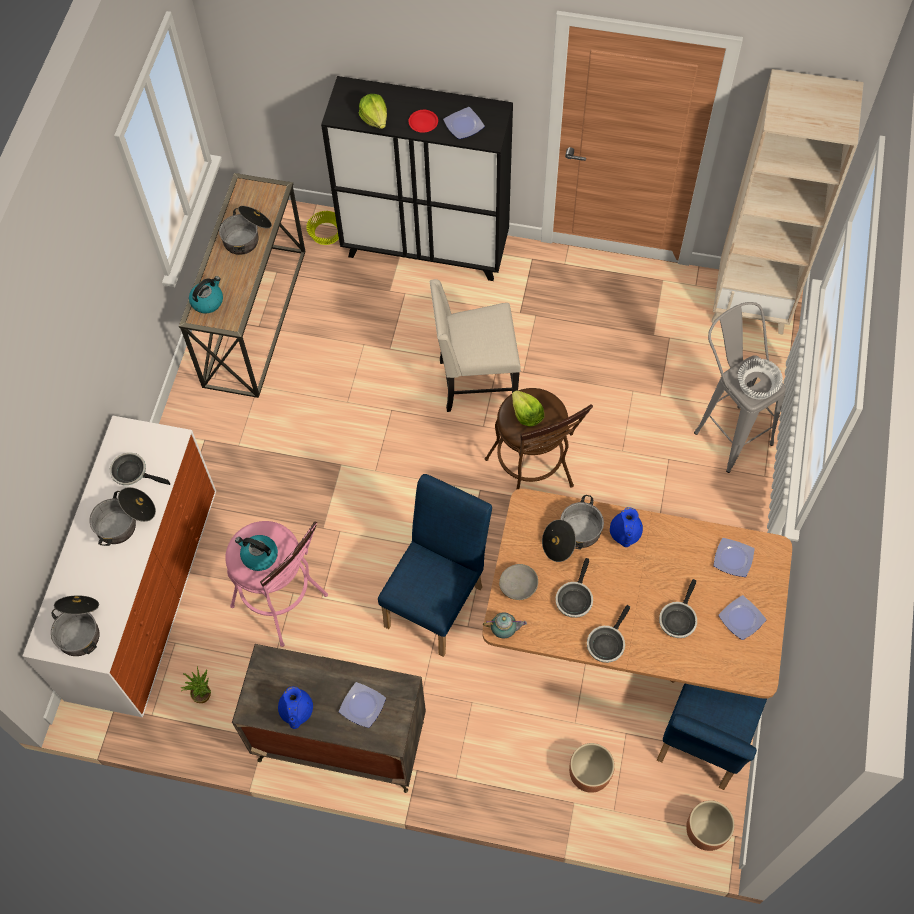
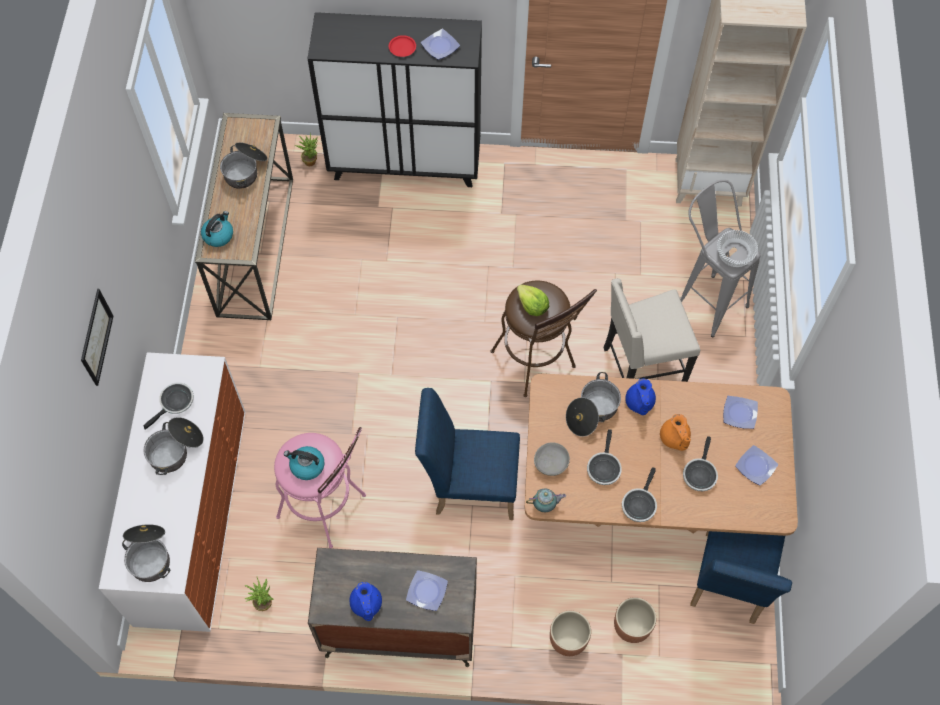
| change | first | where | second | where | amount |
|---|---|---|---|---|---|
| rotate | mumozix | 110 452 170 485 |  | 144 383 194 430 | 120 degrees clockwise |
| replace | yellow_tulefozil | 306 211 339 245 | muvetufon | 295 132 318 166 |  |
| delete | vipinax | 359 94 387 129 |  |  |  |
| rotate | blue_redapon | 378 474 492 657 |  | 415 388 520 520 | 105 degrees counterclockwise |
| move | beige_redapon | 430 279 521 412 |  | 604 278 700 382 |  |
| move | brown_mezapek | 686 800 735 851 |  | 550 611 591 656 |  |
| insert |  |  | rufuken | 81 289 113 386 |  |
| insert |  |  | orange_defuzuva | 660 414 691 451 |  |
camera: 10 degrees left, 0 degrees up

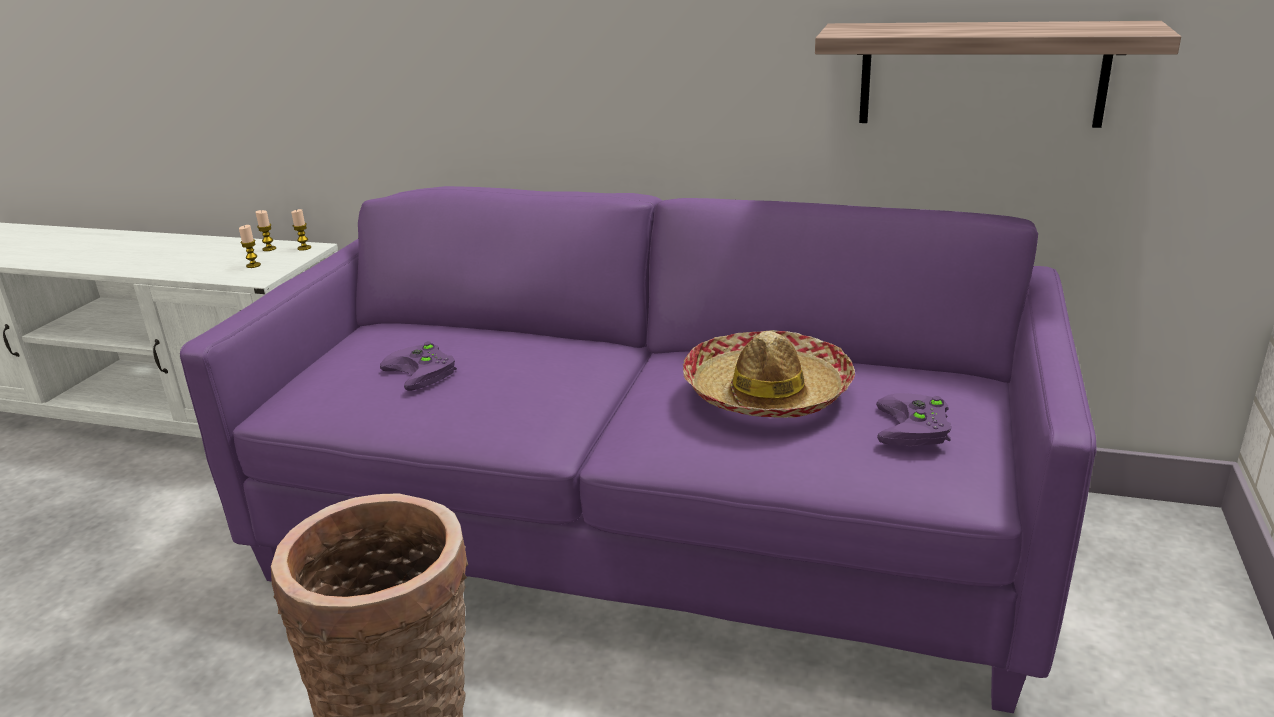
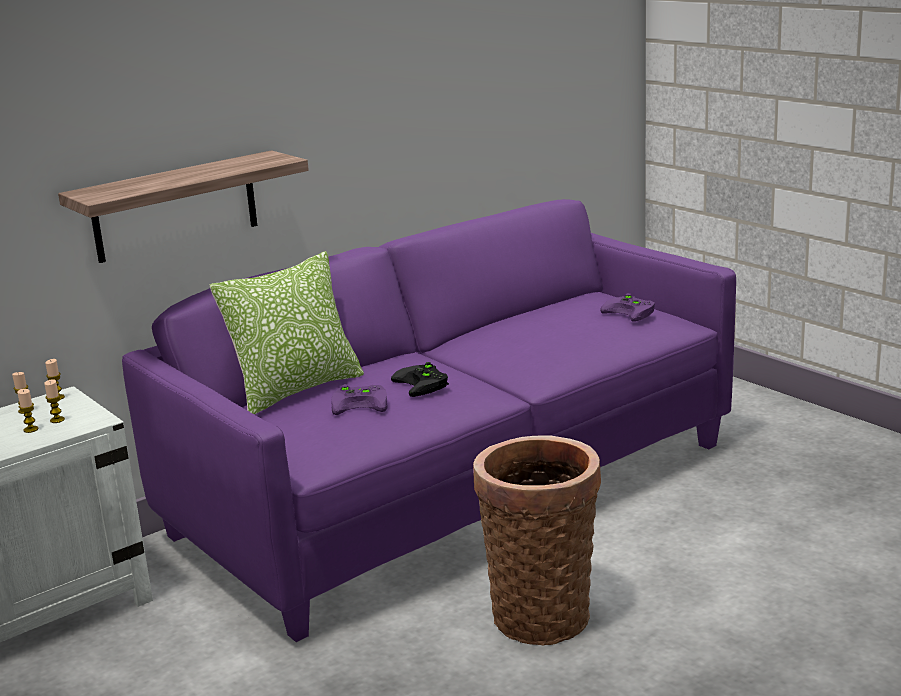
| change | first | where | second | where | amount |
|---|---|---|---|---|---|
| delete | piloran | 682 330 855 418 |  |  |  |
| move | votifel | 815 21 1181 128 |  | 58 150 309 263 |  |
| insert |  |  | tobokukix | 17 389 39 433 |  |
| insert |  |  | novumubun | 210 251 364 415 |  |
| insert |  |  | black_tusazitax | 391 362 449 397 |  |
camera: 55 degrees left, 5 degrees down

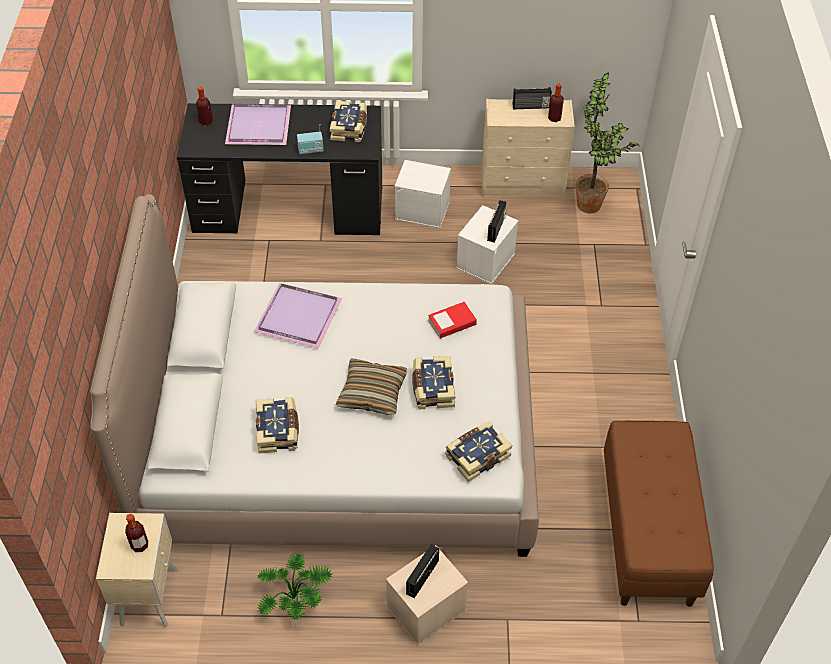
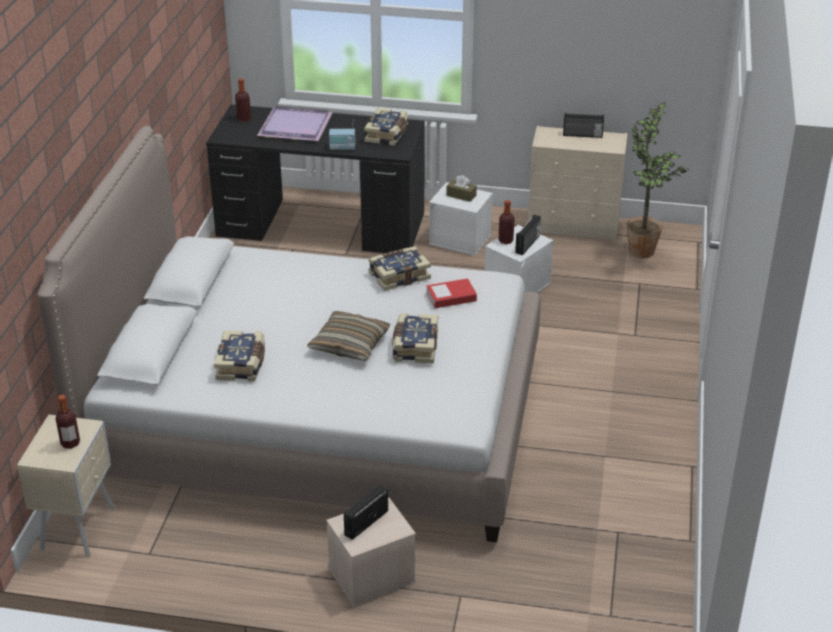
| change | first | where | second | where | amount |
|---|---|---|---|---|---|
| delete | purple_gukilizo | 254 283 342 349 |  |  |  |
| delete | muvetufon | 257 553 333 621 |  |  |  |
| move | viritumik | 445 421 512 482 |  | 369 246 431 291 |  |
| move | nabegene | 548 84 564 122 |  | 499 200 515 244 |  |
| delete | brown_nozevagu | 604 420 714 607 |  |  |  |
| insert |  |  | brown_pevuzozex | 447 175 477 202 |  |
camera: 10 degrees right, 15 degrees down

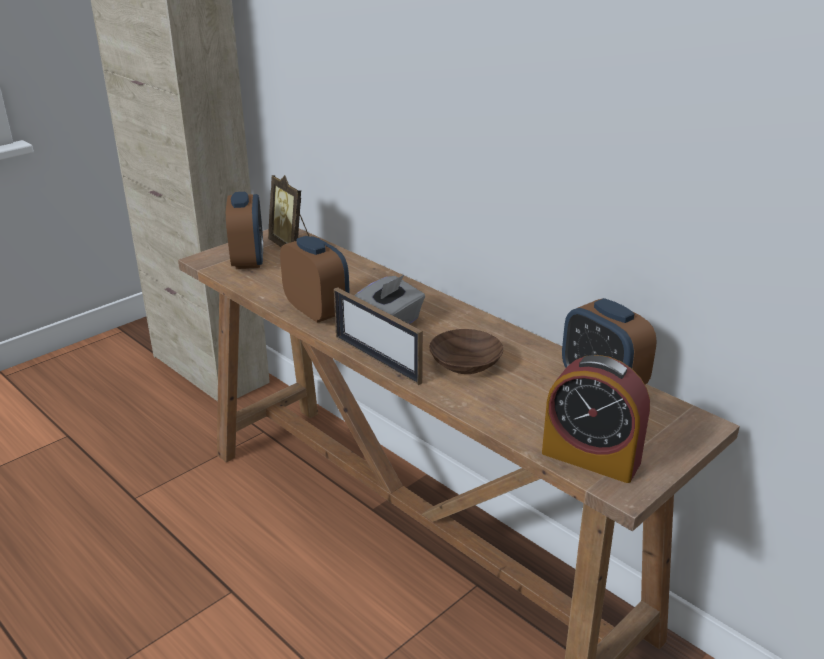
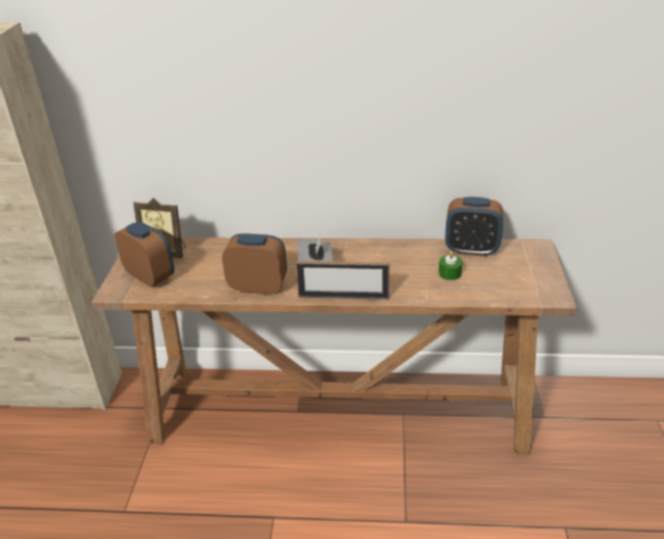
| change | first | where | second | where | amount |
|---|---|---|---|---|---|
| delete | brown_tulefozil | 429 329 503 374 |  |  |  |
| delete | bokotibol | 542 355 650 483 |  |  |  |
| insert |  |  | green_tobokukix | 439 251 462 280 |  |
camera: 40 degrees left, 5 degrees up

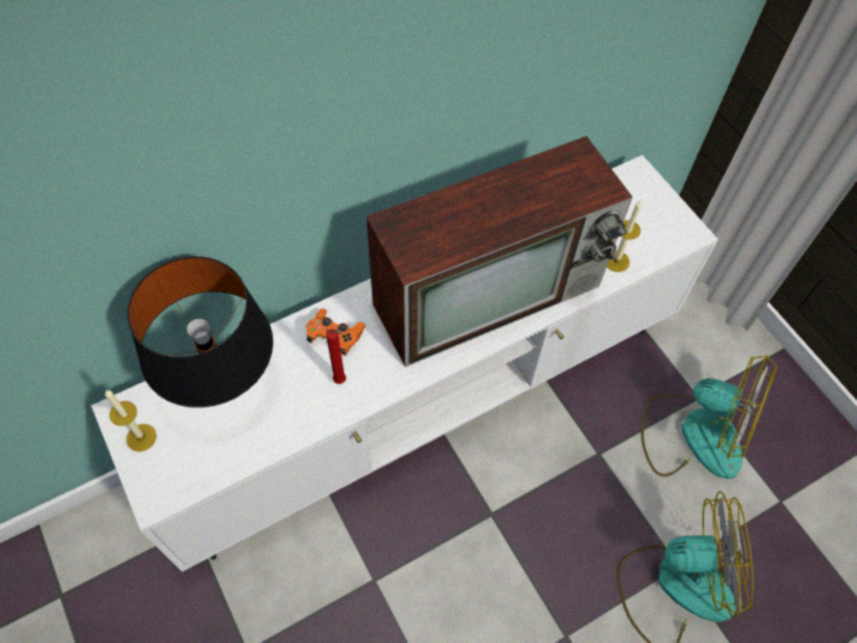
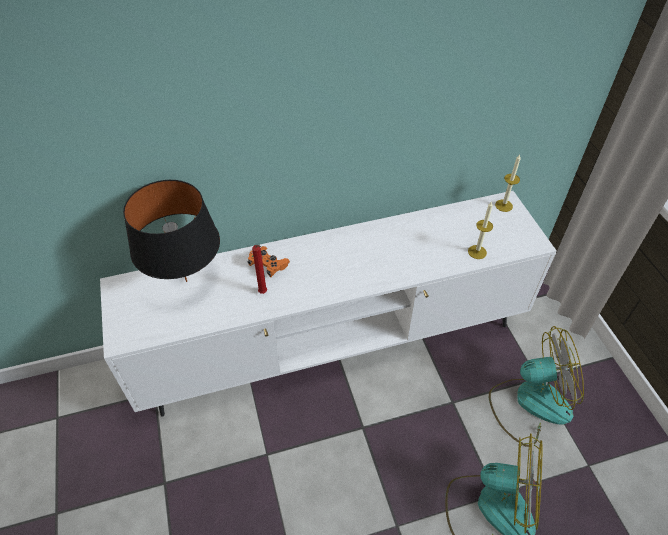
| change | first | where | second | where | amount |
|---|---|---|---|---|---|
| move | tobokukix | 105 390 156 452 |  | 495 155 521 212 |  |
| delete | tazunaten | 366 136 632 367 |  |  |  |
| rotate | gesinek | 641 355 778 479 |  | 489 326 584 447 | 45 degrees counterclockwise |
camera: 15 degrees right, 10 degrees down

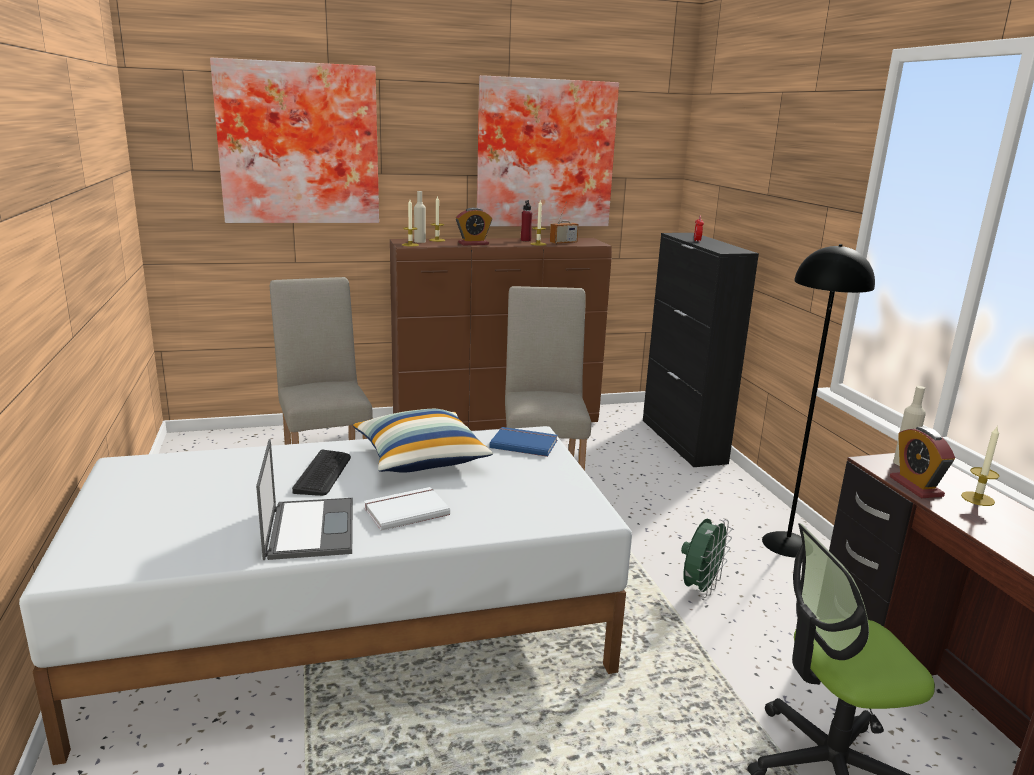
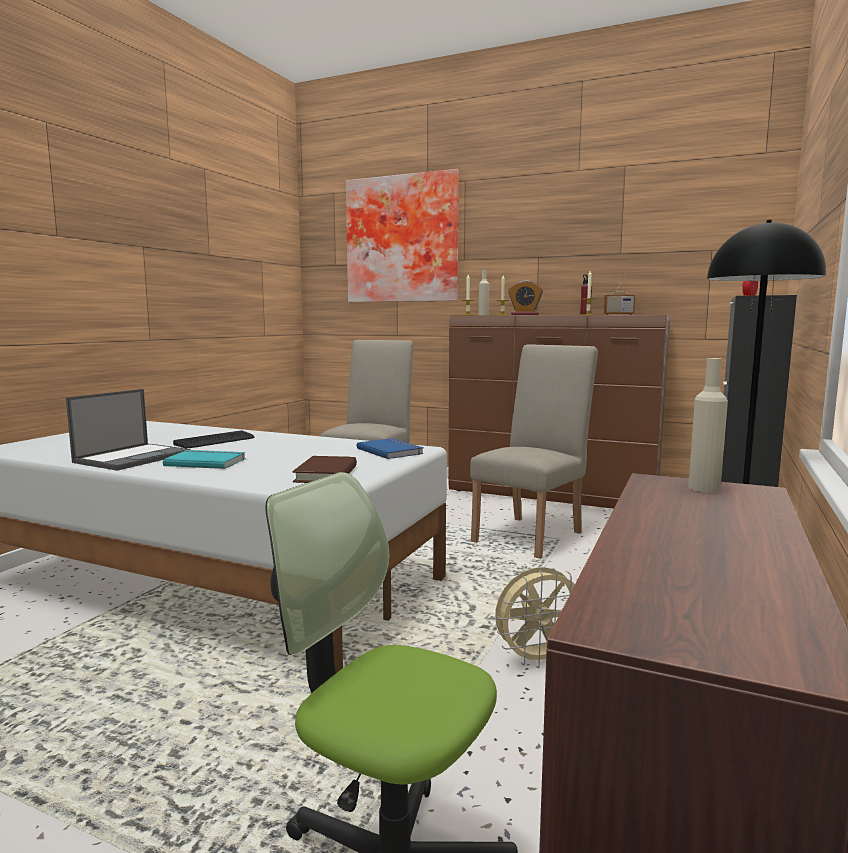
| change | first | where | second | where | amount |
|---|---|---|---|---|---|
| delete | novumubun | 353 409 493 473 |  |  |  |
| recolor | white_viritumik | 364 487 450 531 | turquoise_viritumik | 163 450 246 469 |  |
| delete | rufuken | 477 75 619 226 |  |  |  |
| recolor | green_gesinek | 681 518 732 598 | beige_gesinek | 495 567 575 668 |  |
| delete | bokotibol | 890 427 955 498 |  |  |  |
| delete | tobokukix | 961 425 999 506 |  |  |  |
| insert |  |  | brown_viritumik | 292 456 357 483 |  |
camera: 40 degrees right, 10 degrees down

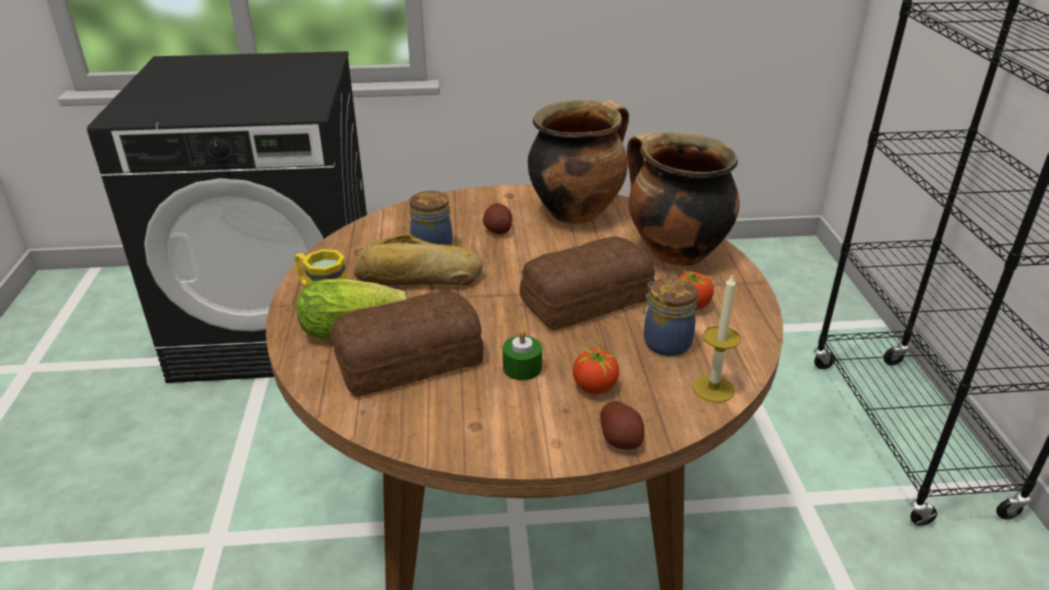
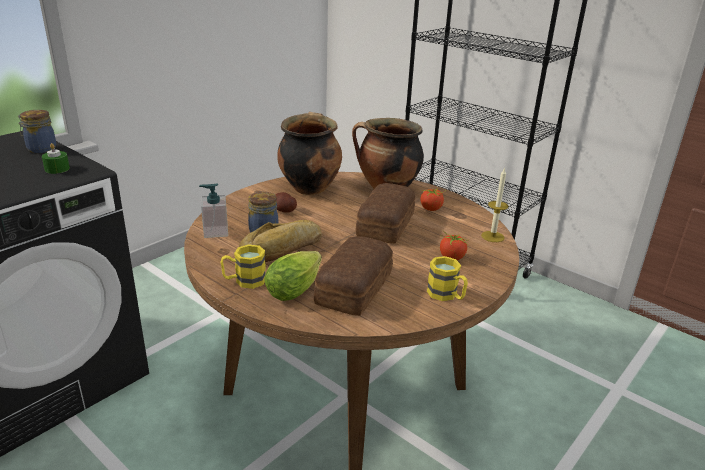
| change | first | where | second | where | amount |
|---|---|---|---|---|---|
| move | green_tobokukix | 503 330 542 380 |  | 42 143 70 174 |  |
| delete | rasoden | 600 401 644 449 |  |  |  |
| move | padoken | 643 277 698 356 |  | 17 110 56 153 |  |
| insert |  |  | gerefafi | 199 184 228 238 |  |
| insert |  |  | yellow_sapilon | 427 256 468 301 |  |
camera: 45 degrees left, 5 degrees down

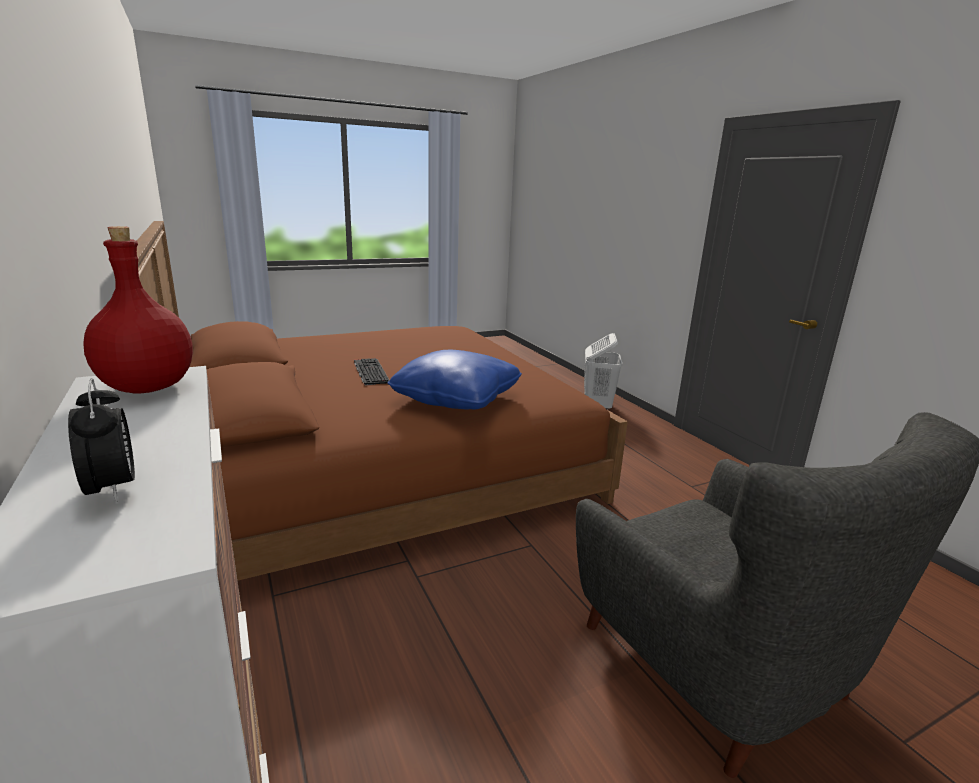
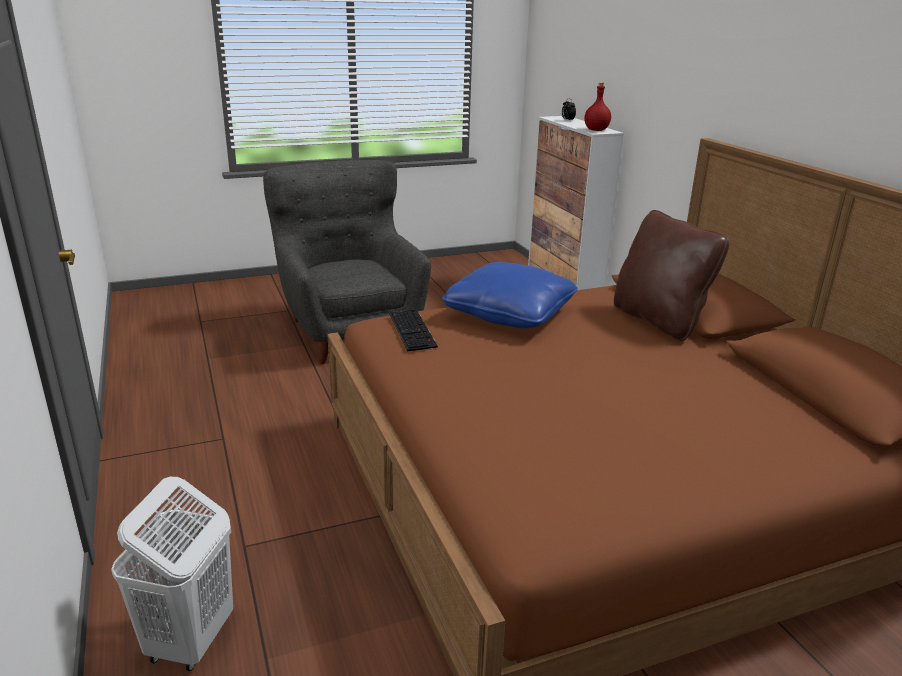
| change | first | where | second | where | amount |
|---|---|---|---|---|---|
| move | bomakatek | 354 358 390 385 |  | 389 309 438 352 |  |
| insert |  |  | brown_novumubun | 614 210 729 341 |  |
camera: 175 degrees left, 5 degrees up

